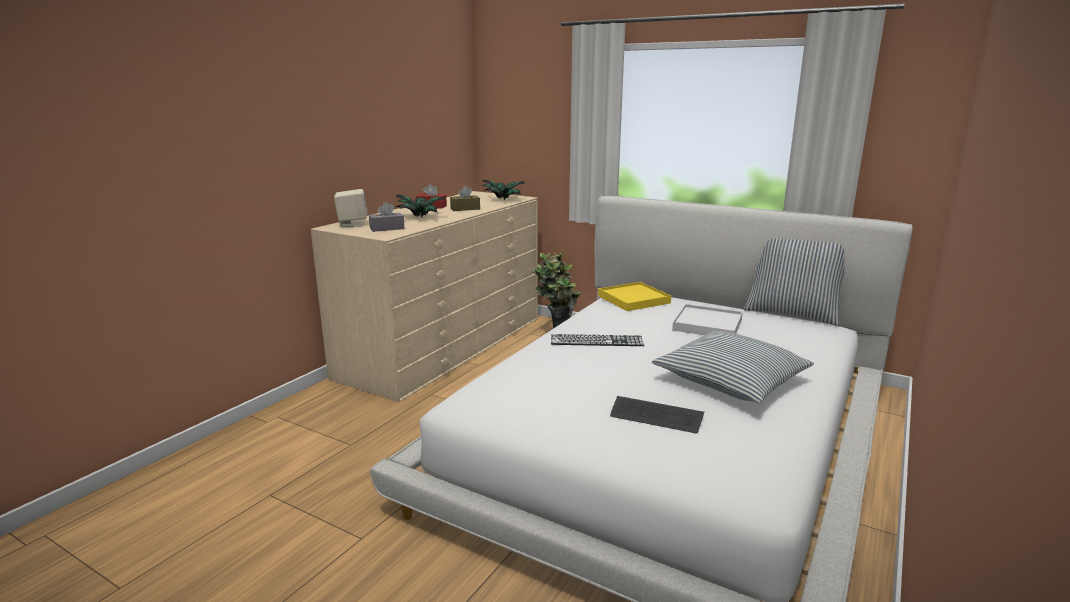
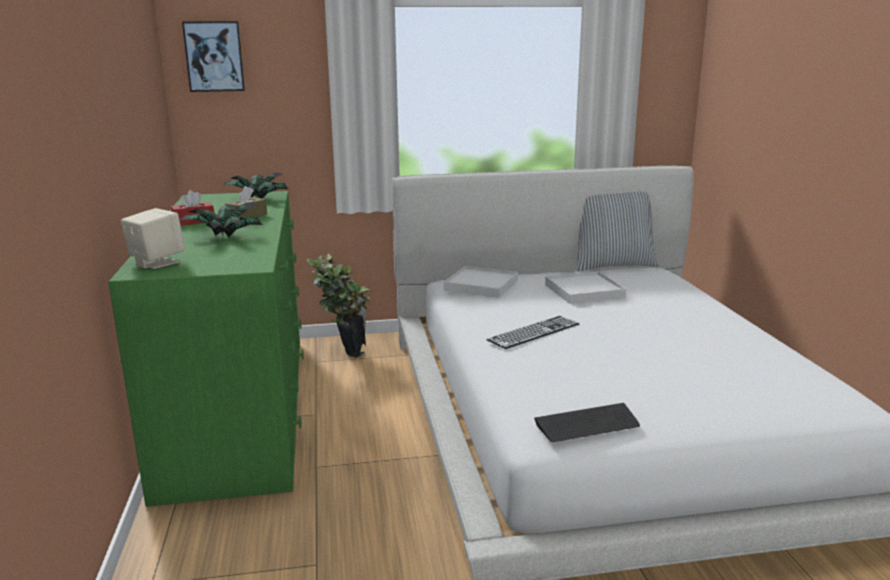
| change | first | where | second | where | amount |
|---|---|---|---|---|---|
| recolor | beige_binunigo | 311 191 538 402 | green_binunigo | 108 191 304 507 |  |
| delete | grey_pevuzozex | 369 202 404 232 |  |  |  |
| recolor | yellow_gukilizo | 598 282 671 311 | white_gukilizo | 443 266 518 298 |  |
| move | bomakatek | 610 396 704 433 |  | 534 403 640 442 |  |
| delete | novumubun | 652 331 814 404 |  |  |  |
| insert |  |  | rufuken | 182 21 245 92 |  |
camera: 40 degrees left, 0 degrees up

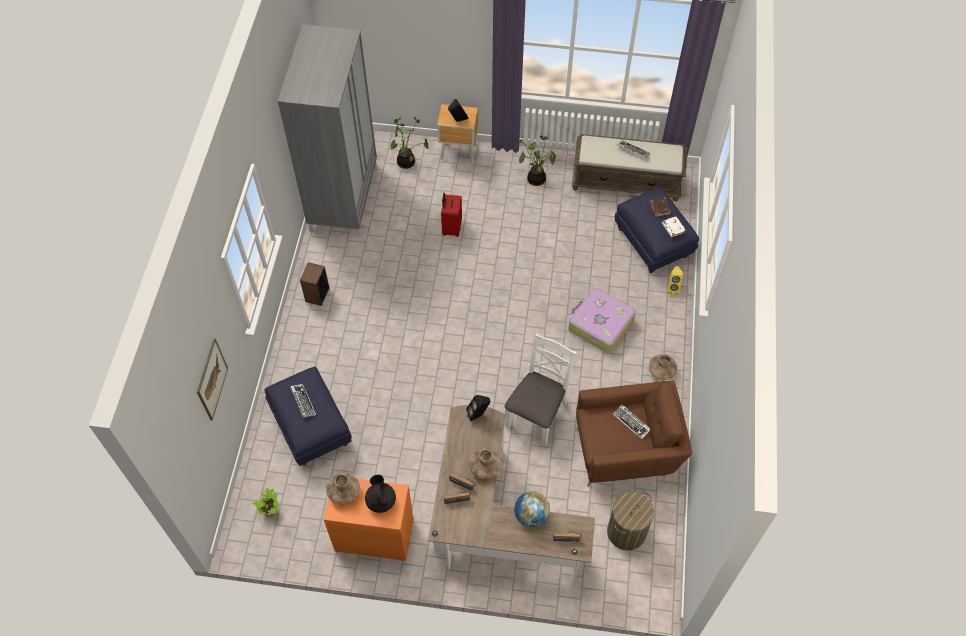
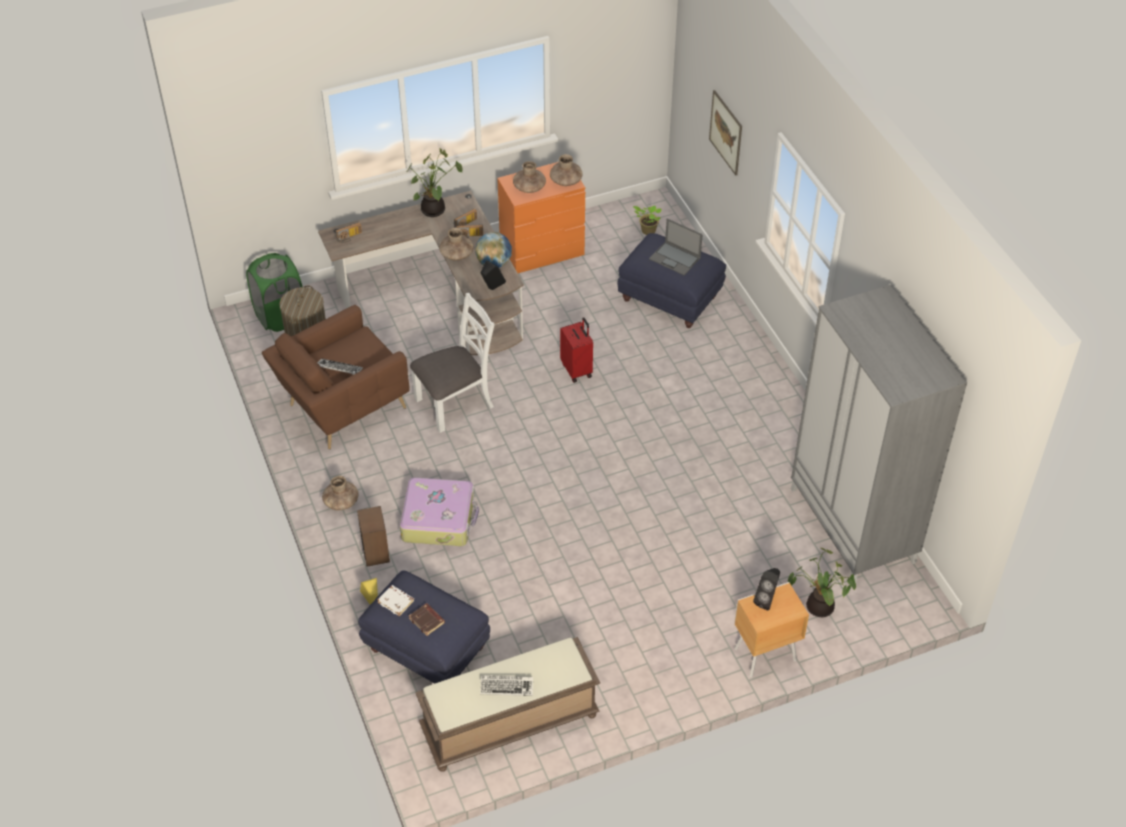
| change | first | where | second | where | amount |
|---|---|---|---|---|---|
| replace | bomakatek | 290 384 316 418 | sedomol | 649 218 703 275 |  |
| move | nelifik | 300 262 329 306 |  | 357 506 390 567 |  |
| replace | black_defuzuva | 365 475 396 513 | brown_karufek | 513 161 546 193 |  |
| move | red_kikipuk | 441 193 462 237 |  | 560 317 593 383 |  |
| rotate | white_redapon | 504 333 577 446 |  | 410 293 495 433 | 120 degrees counterclockwise |
| move | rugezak | 514 491 550 527 |  | 475 232 512 268 |  |
| move | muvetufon | 515 135 556 186 |  | 407 148 462 217 |  |
| insert |  |  | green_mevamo | 246 253 302 332 |  |
camera: 150 degrees right, 10 degrees down

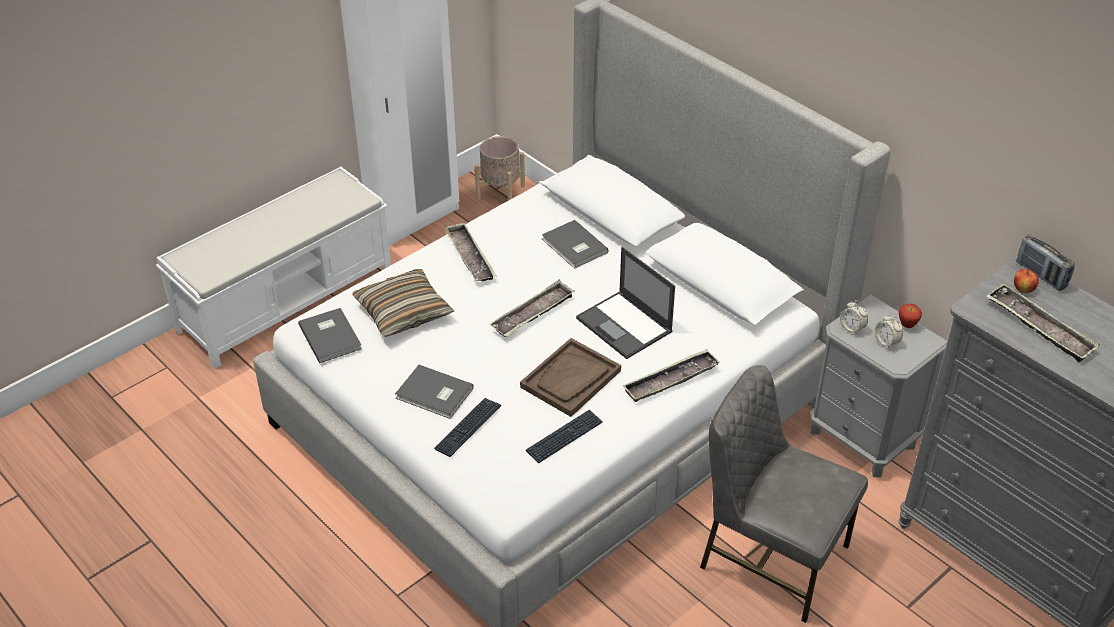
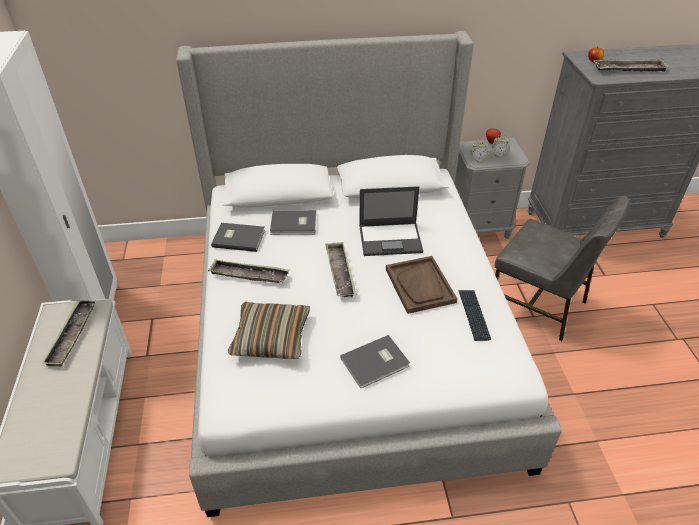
| change | first | where | second | where | amount |
|---|---|---|---|---|---|
| move | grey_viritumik | 298 308 362 363 |  | 211 223 265 252 |  |
| delete | bomakatek | 434 398 501 457 |  |  |  |
| delete | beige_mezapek | 475 136 525 201 |  |  |  |
| move | gukilizo | 623 349 721 402 |  | 42 300 96 366 |  |
| rotate | grey_redapon | 700 365 868 623 |  | 495 196 630 341 | 120 degrees counterclockwise |
| delete | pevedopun | 1016 234 1075 291 |  |  |  |
camera: 55 degrees left, 0 degrees up

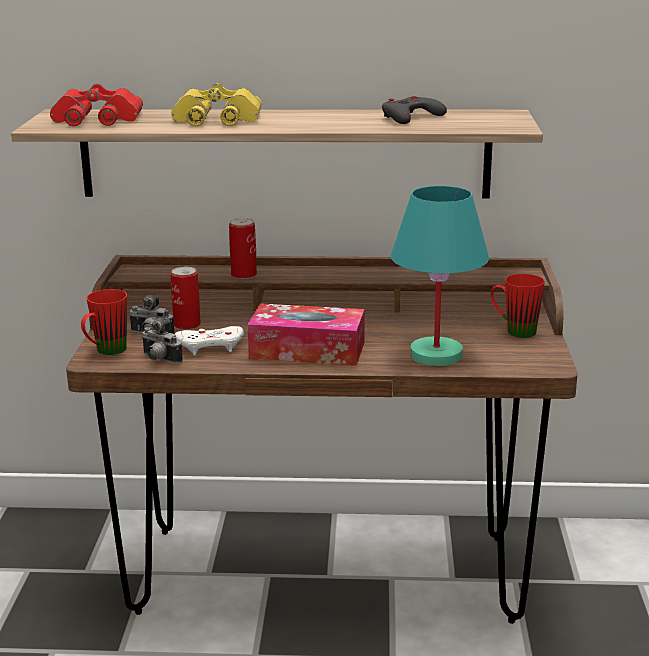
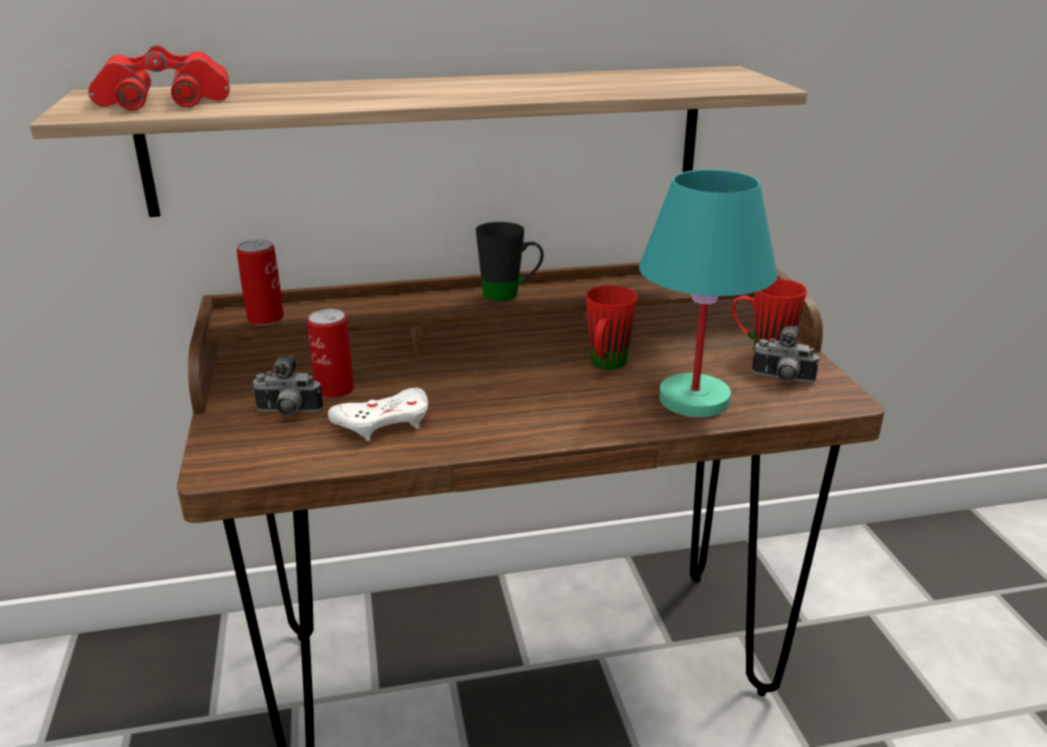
| change | first | where | second | where | amount |
|---|---|---|---|---|---|
| move | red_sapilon | 81 289 127 355 |  | 586 285 637 370 |  |
| move | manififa | 141 318 183 364 |  | 752 326 819 383 |  |
| delete | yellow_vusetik | 171 83 262 126 |  |  |  |
| move | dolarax | 229 218 257 279 |  | 237 239 284 325 |  |
| delete | pevuzozex | 248 303 365 366 |  |  |  |
| delete | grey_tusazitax | 382 96 447 124 |  |  |  |
| insert |  |  | black_sapilon | 476 222 544 301 |  |
camera: 15 degrees left, 5 degrees up

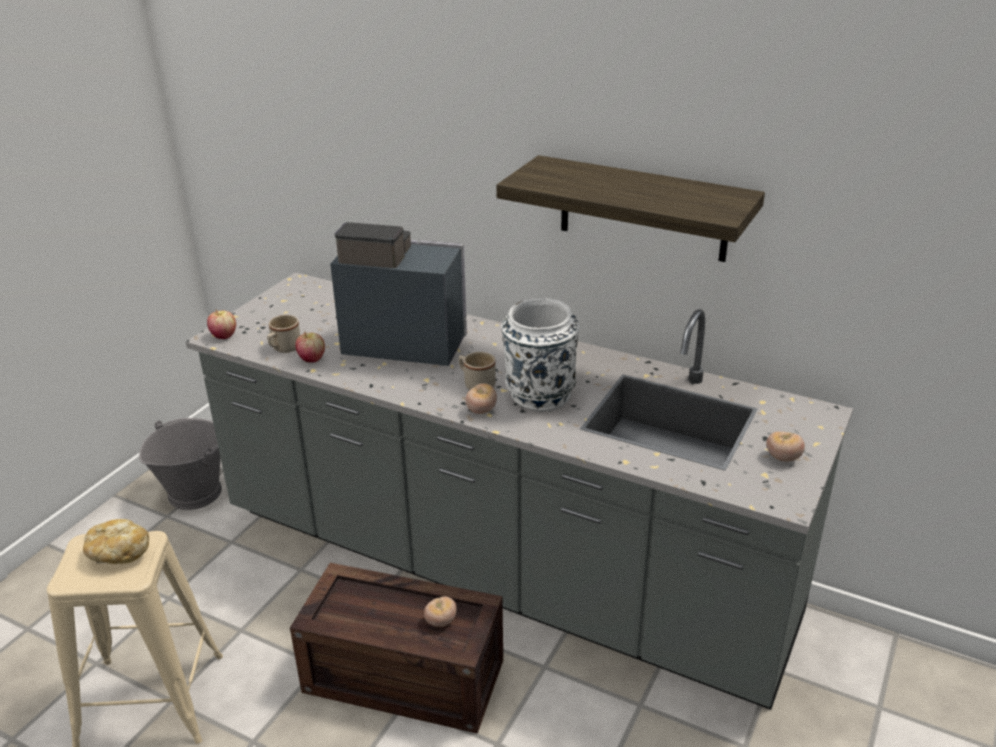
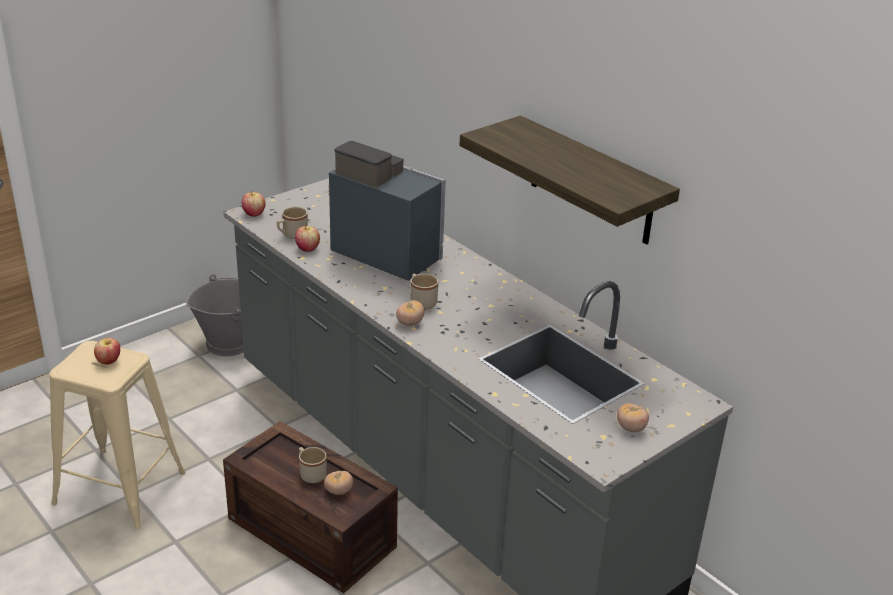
| change | first | where | second | where | amount |
|---|---|---|---|---|---|
| replace | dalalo | 83 519 149 564 | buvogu | 94 338 120 365 |  |
| delete | white_karufek | 501 298 580 411 |  |  |  |
| insert |  |  | beige_sapilon | 299 447 327 483 |  |
camera: 20 degrees right, 0 degrees up

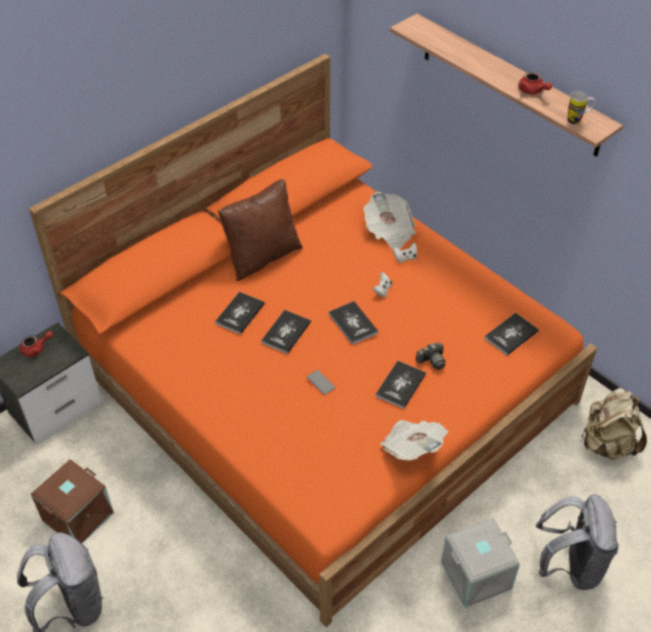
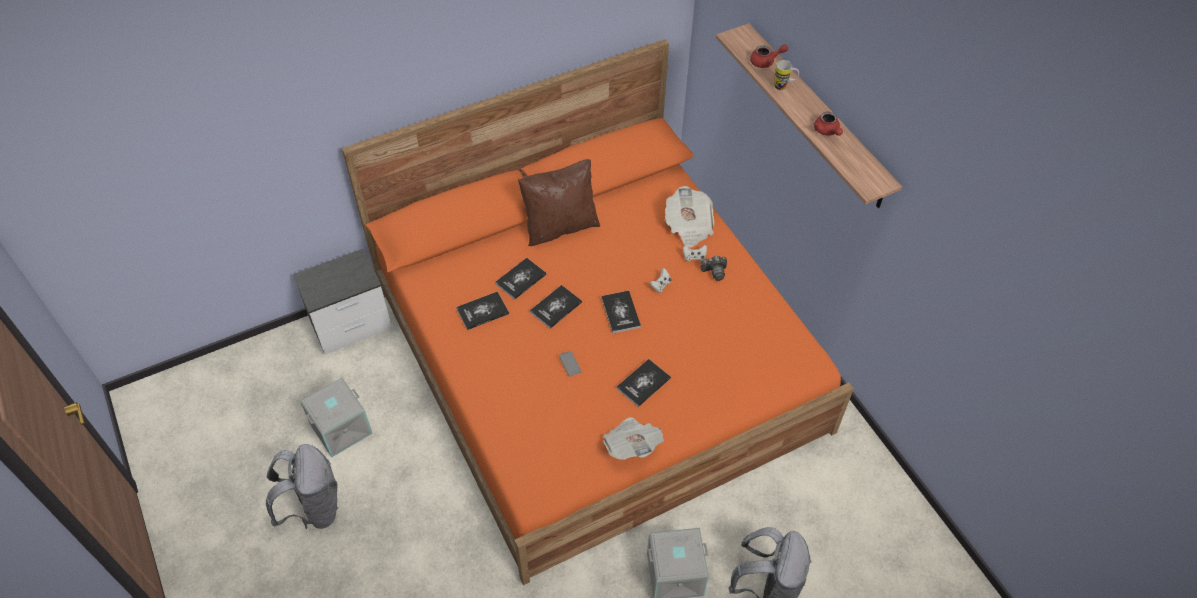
| change | first | where | second | where | amount |
|---|---|---|---|---|---|
| move | red_defuzuva | 20 331 53 357 |  | 750 44 788 68 |  |
| recolor | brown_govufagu | 31 459 114 543 | grey_govufagu | 300 378 373 458 |  |
| move | manififa | 416 342 445 370 |  | 701 256 727 281 |  |
| move | viritumik | 484 313 539 356 |  | 456 291 509 330 |  |
| move | sapilon | 568 91 595 124 |  | 774 60 799 90 |  |
| delete | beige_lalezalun | 580 387 647 460 |  |  |  |
camera: 15 degrees right, 5 degrees up

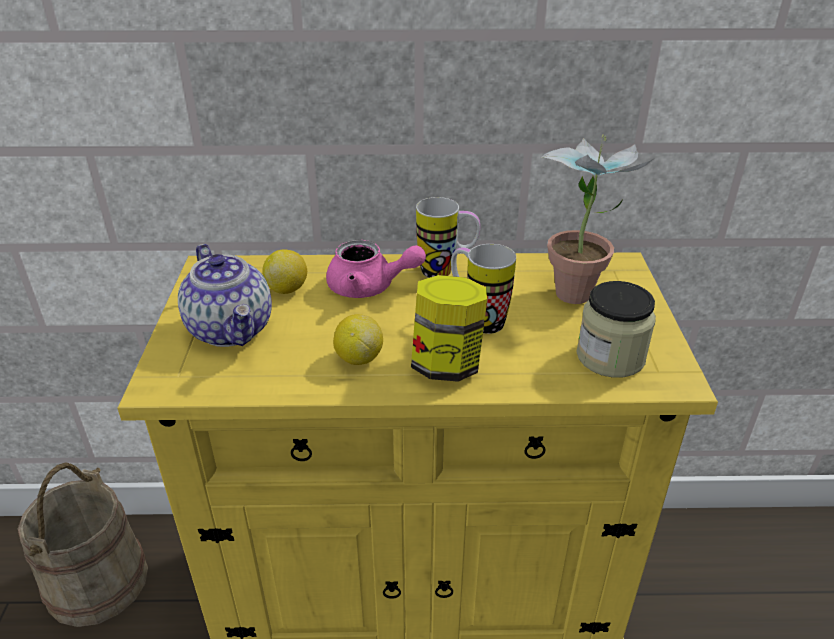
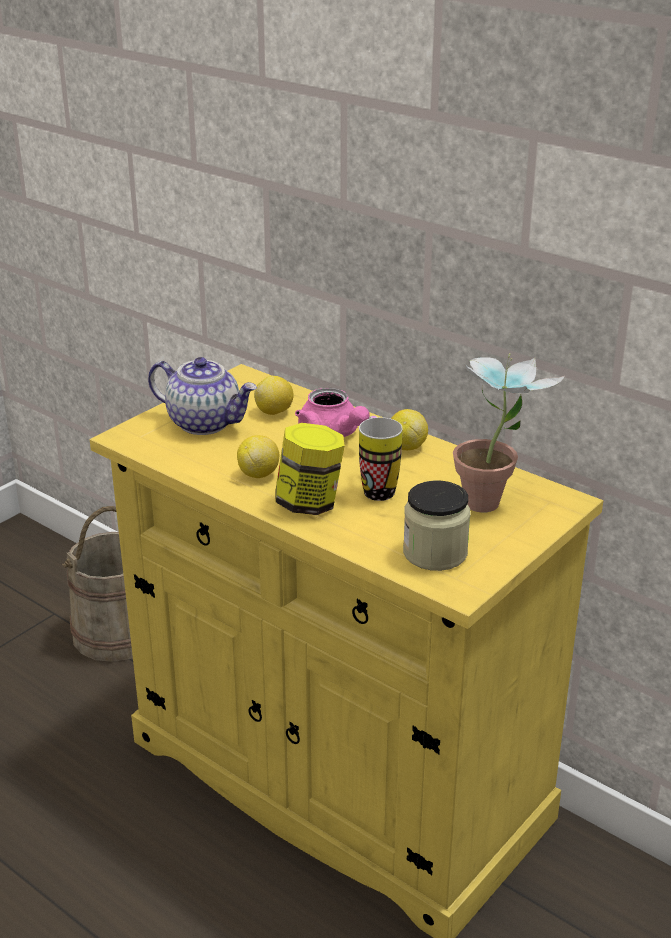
| change | first | where | second | where | amount |
|---|---|---|---|---|---|
| rotate | defuzuva | 178 244 272 347 |  | 148 357 257 435 | 75 degrees counterclockwise |
| replace | sapilon | 416 197 480 278 | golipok | 391 409 428 450 |  |
camera: 40 degrees right, 5 degrees down

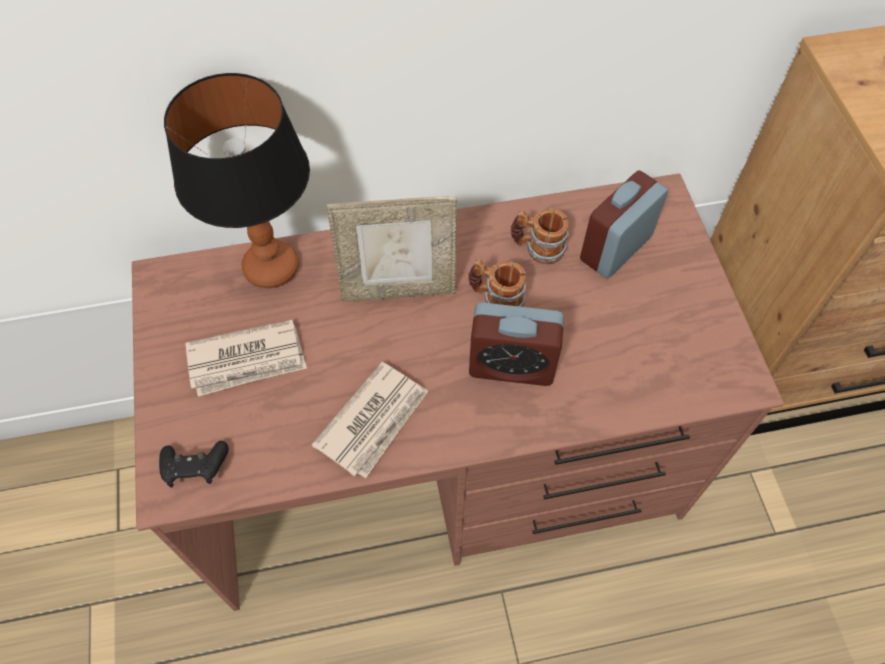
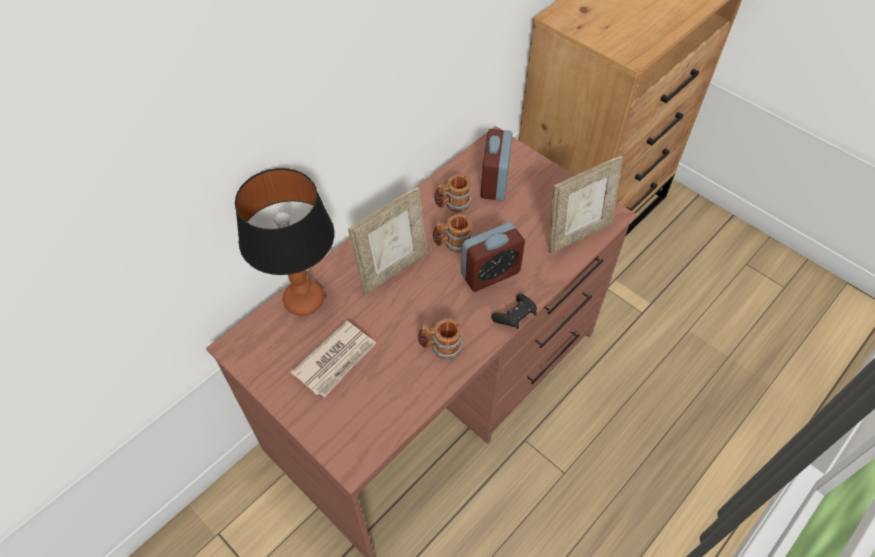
| change | first | where | second | where | amount |
|---|---|---|---|---|---|
| move | black_tusazitax | 159 441 229 487 |  | 491 294 537 329 |  |
| replace | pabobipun | 312 362 428 478 | sapilon | 418 318 463 360 |  |
| insert |  |  | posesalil | 549 156 623 254 |  |
camera: 35 degrees left, 5 degrees down

